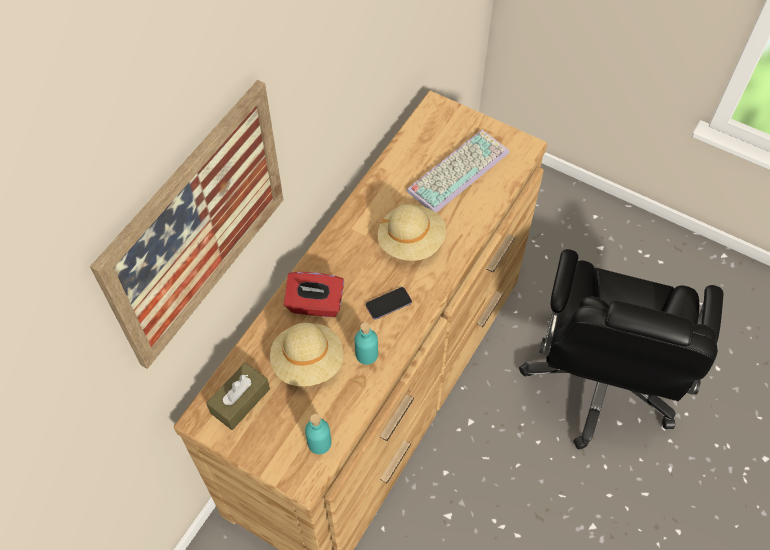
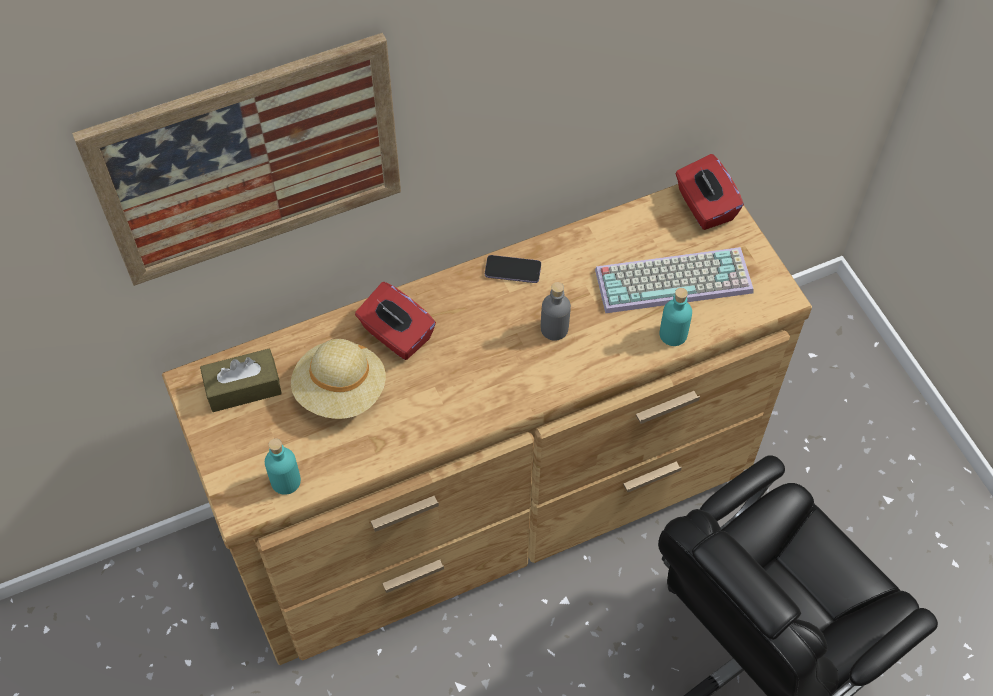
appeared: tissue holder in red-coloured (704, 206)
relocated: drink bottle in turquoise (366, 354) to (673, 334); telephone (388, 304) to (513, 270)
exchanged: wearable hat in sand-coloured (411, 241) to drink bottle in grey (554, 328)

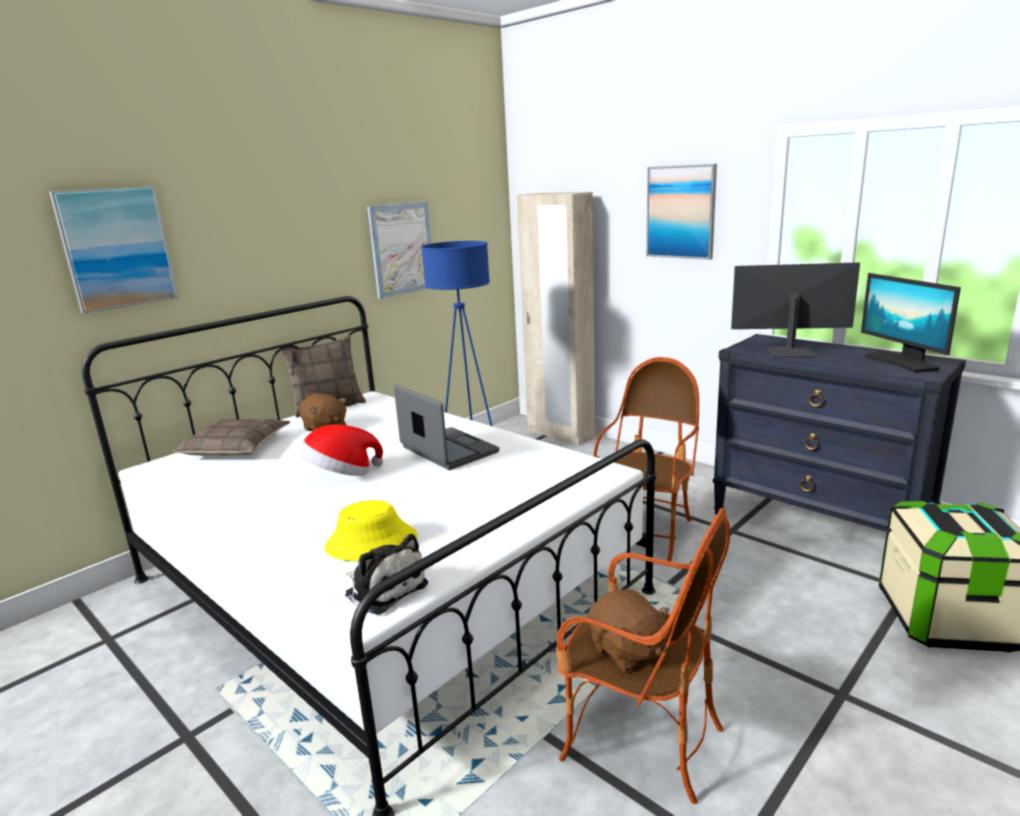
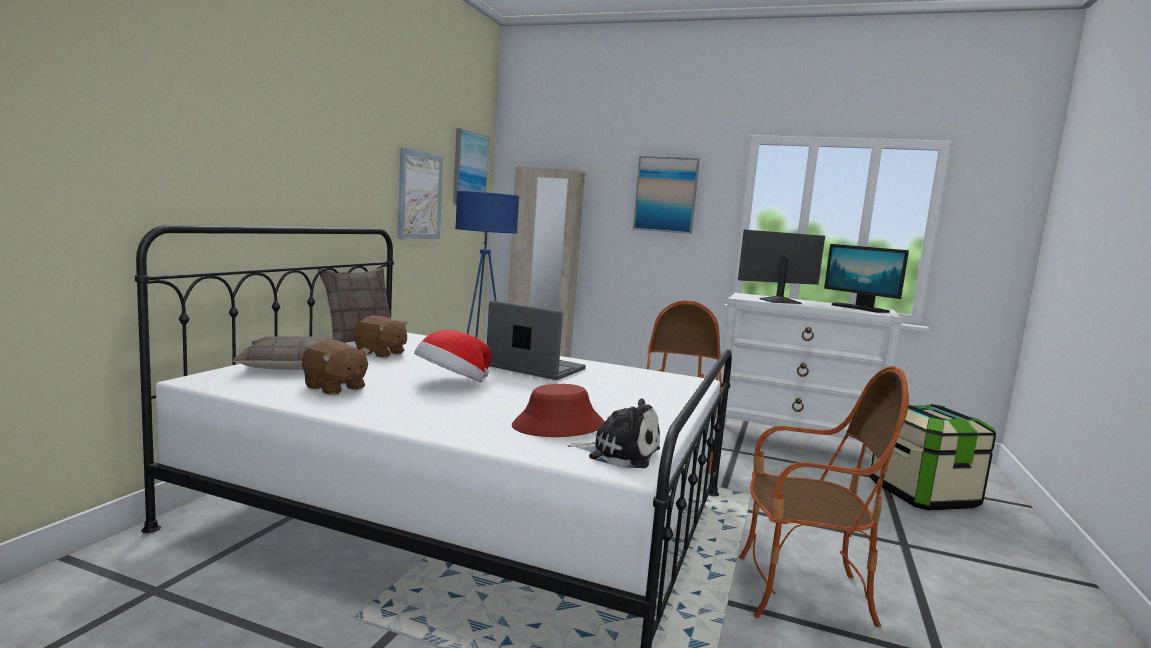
relocated: wall picture (116, 248) to (469, 169); soft toy in brown-coloured (627, 650) to (334, 388)
colour: wearable hat in yellowish (371, 543) to wearable hat in red-coloured (558, 426); chest of drawers in blackish (818, 526) to chest of drawers in white (792, 445)

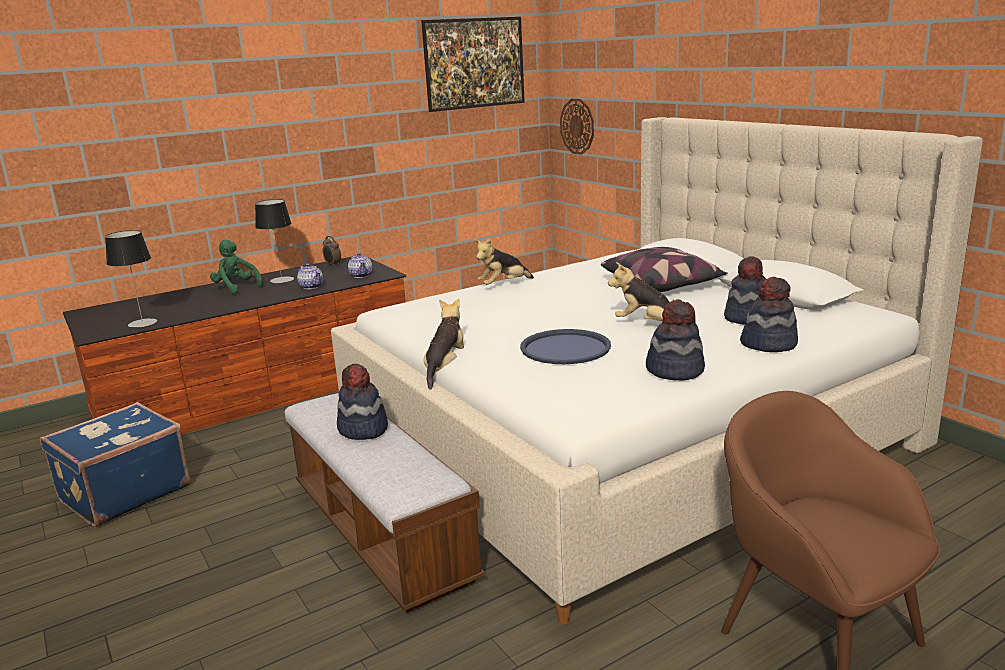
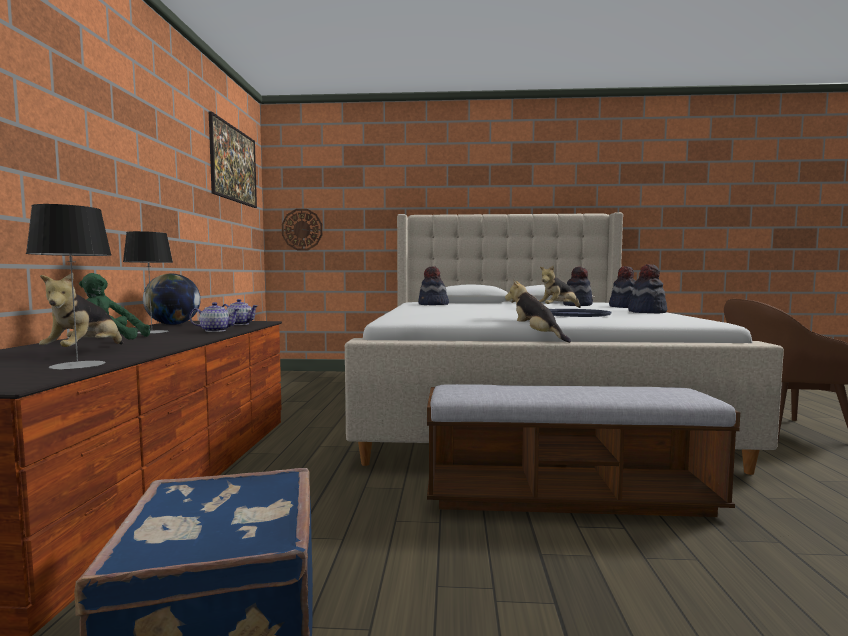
missing: cushion (662, 285)
relocated: wearable hat (363, 429) to (433, 304); soft toy (503, 285) to (85, 352)
exchanged: alarm clock (333, 265) to world globe (173, 324)

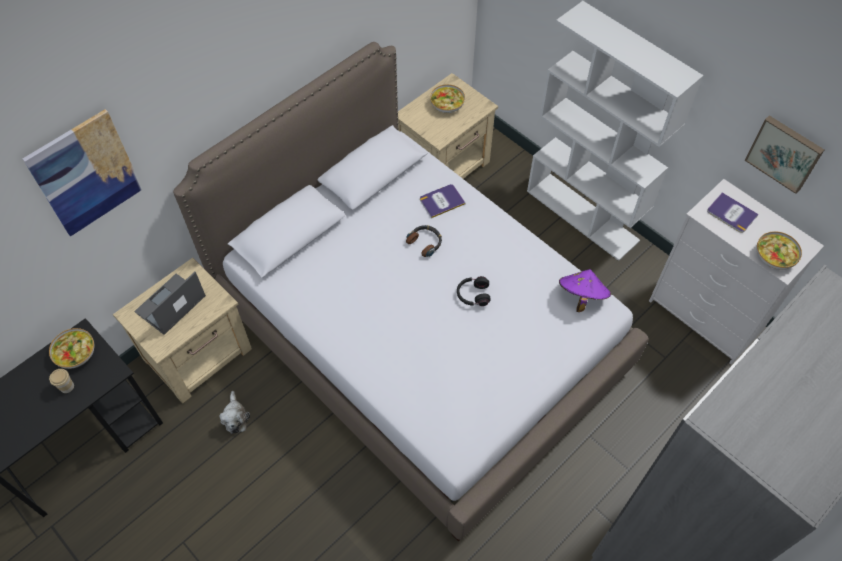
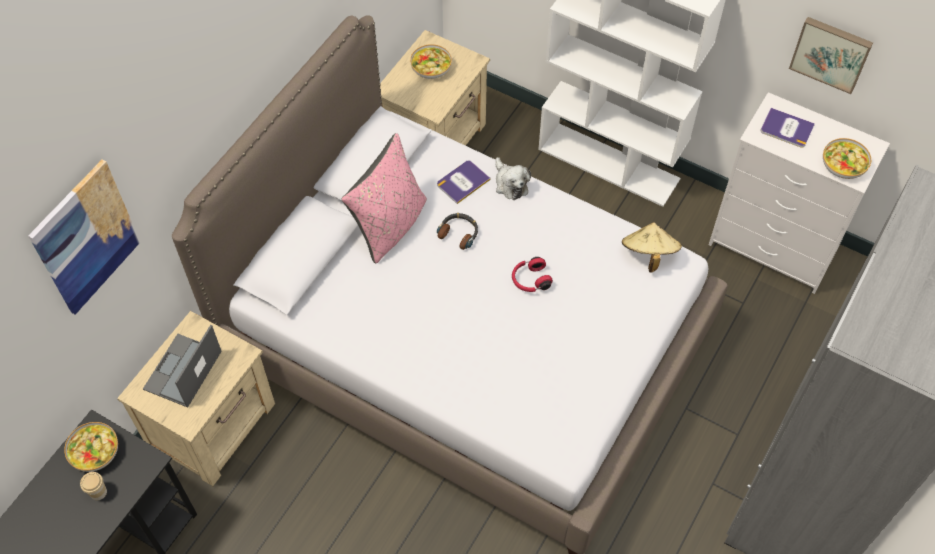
appeared: cushion in pink (390, 226)
relocated: soft toy (235, 417) to (510, 184)
colour: headphones in blackish (472, 295) to headphones in red-coloured (530, 280); wearable hat in purple (581, 296) to wearable hat in sand-coloured (648, 255)

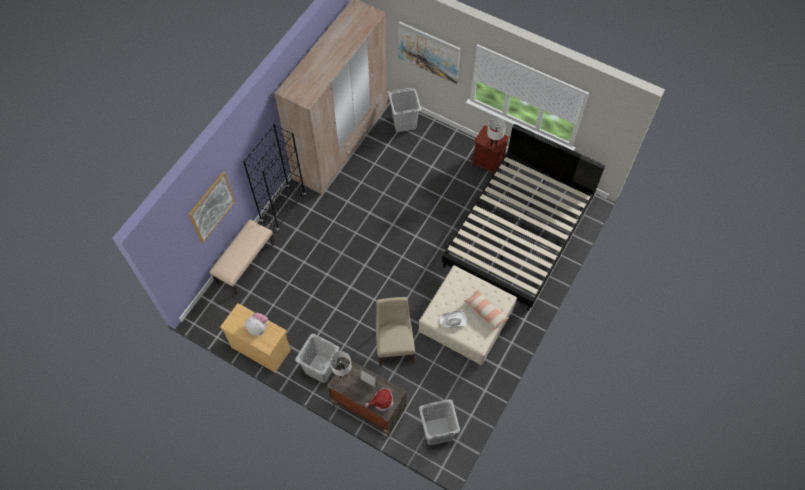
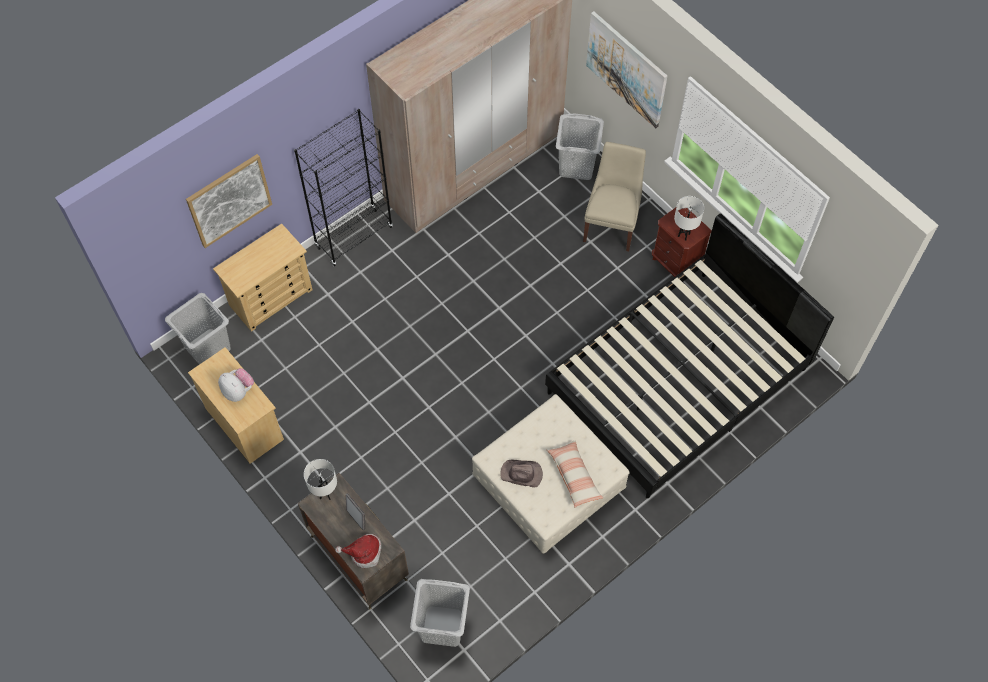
relocated: laundry basket in grey (321, 368) to (208, 348); chair in sand-coloured (394, 345) to (612, 223)
exchanged: indoor bench in sand-coloured (245, 263) to chest of drawers in sand-coloured (271, 297)
colour: wearable hat in white (453, 321) to wearable hat in brown-coloured (522, 474)

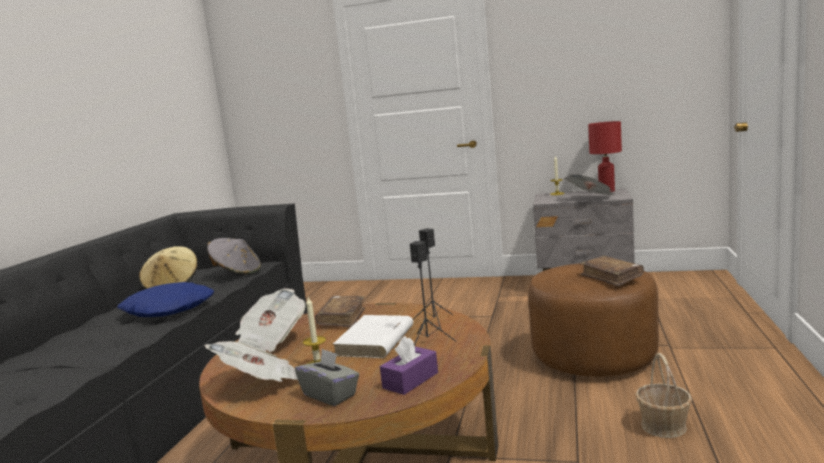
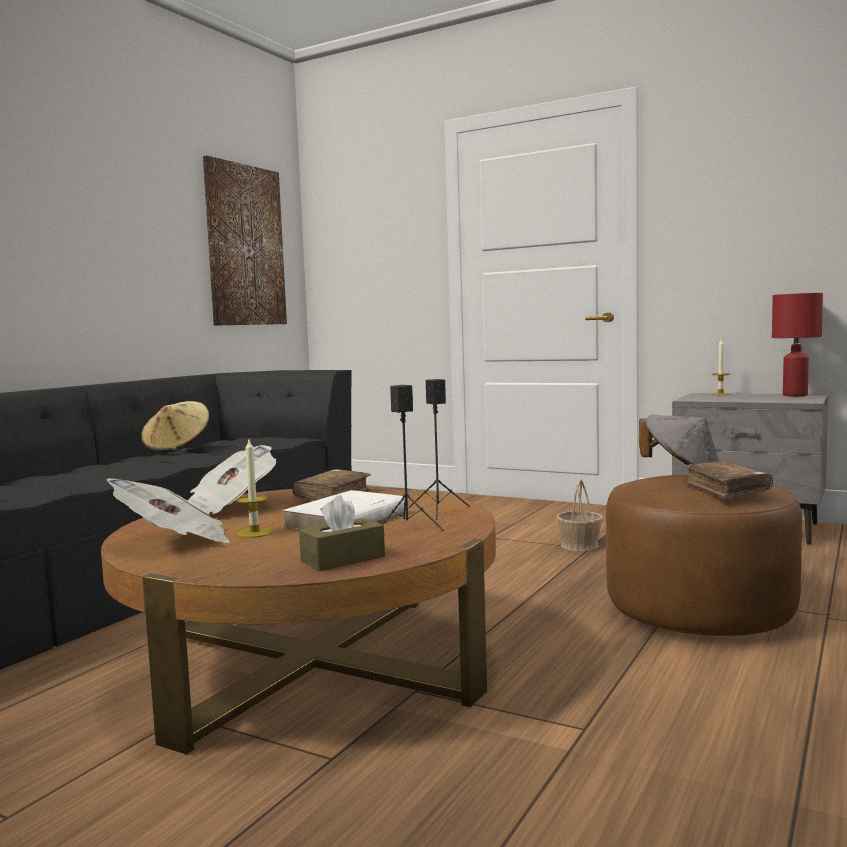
missing: cushion in blue (168, 309); tissue holder in grey (330, 395); daily paper (591, 198)
appeared: wall picture (245, 245)
relocated: wearable hat in grey (237, 273) to (682, 472); storage basket (663, 426) to (579, 546)
colour: tissue holder in purple (410, 380) to tissue holder in brown-coloured (343, 559)

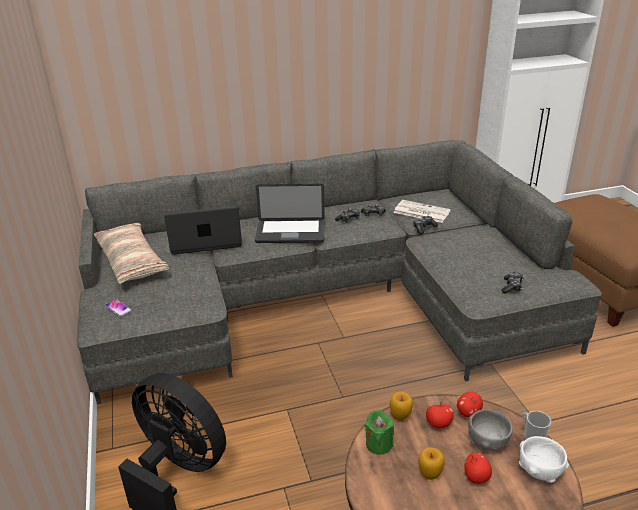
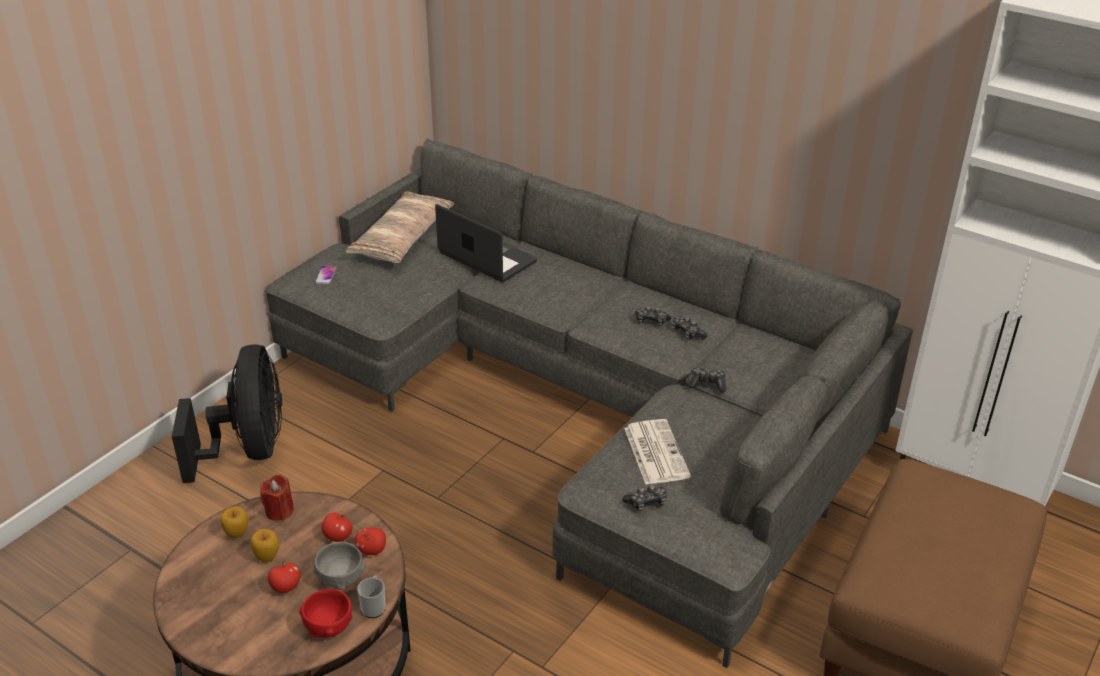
missing: laptop (290, 233)
relocated: apple (400, 416) to (237, 534); daily paper (421, 212) to (655, 452)
colour: wax light in green (378, 444) to wax light in red-coloured (279, 511); deep dish in white (539, 470) to deep dish in red-coloured (328, 626)

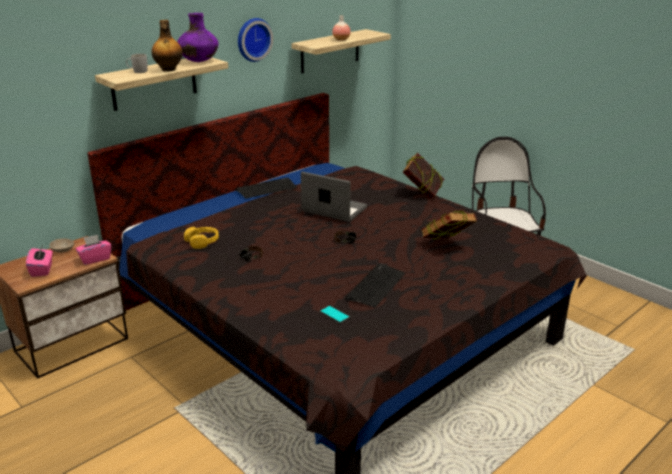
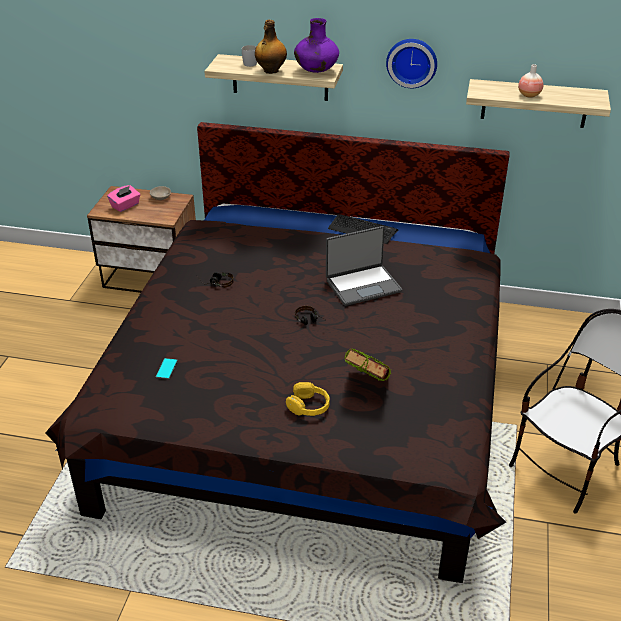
missing: tissue holder in pink (95, 259); PC keyboard (375, 286); volume (422, 193)
relocated: headphones in yellowish (202, 242) to (309, 406)
spun: laptop (334, 210) = (362, 285) 75 degrees clockwise

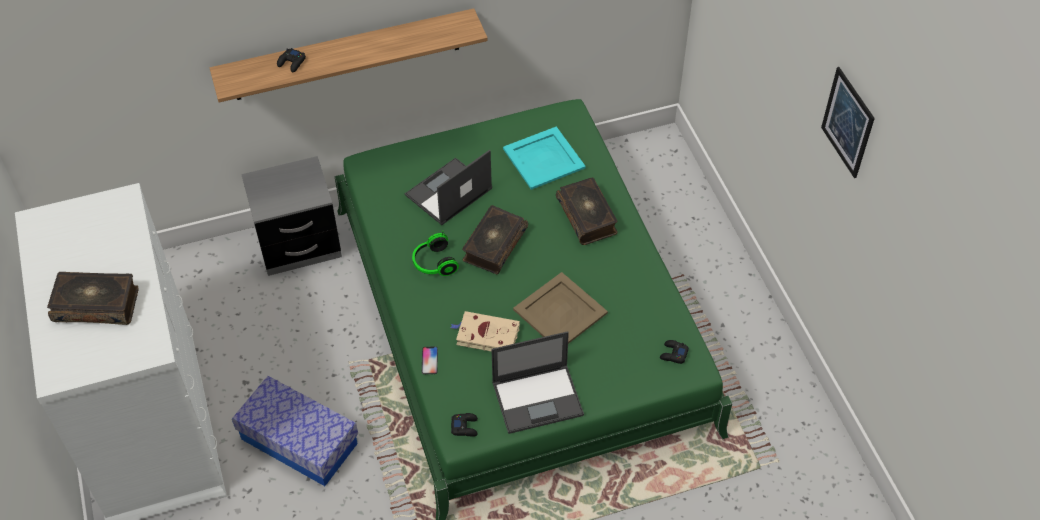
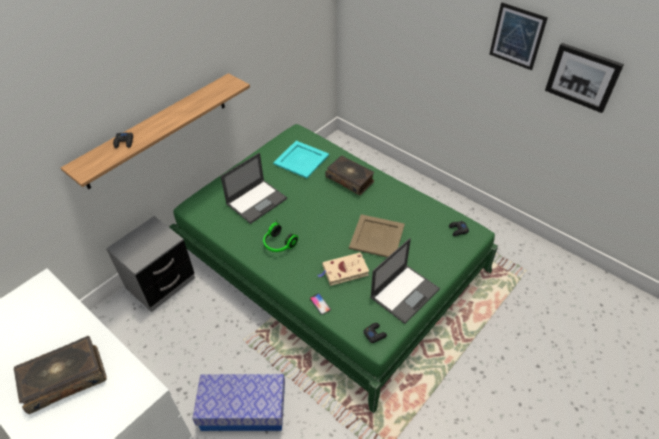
missing: volume (494, 245)
appeared: wall picture (583, 77)
spun: laptop (448, 192) = (257, 201) 150 degrees counterclockwise

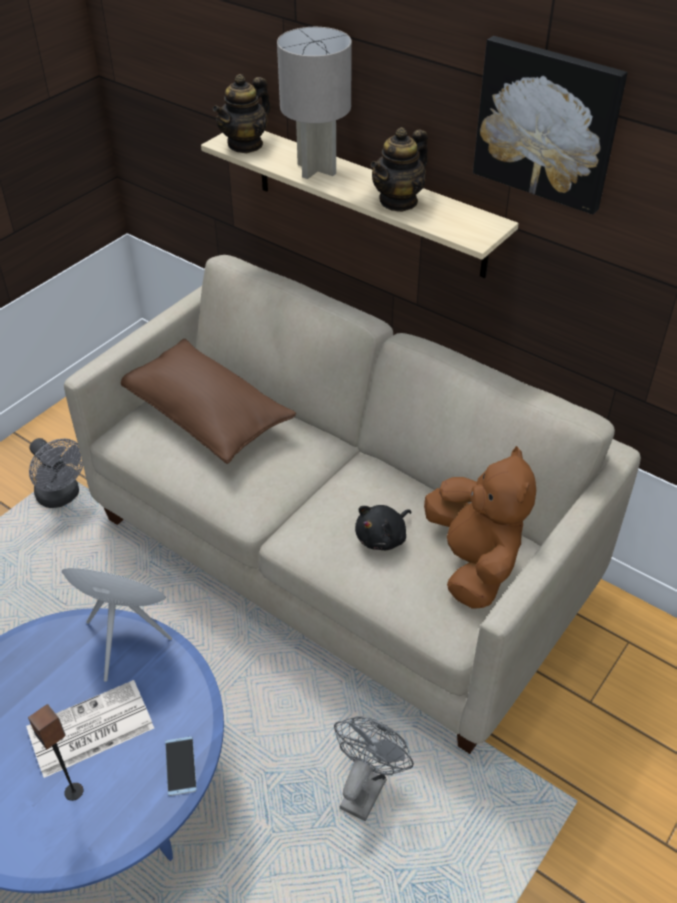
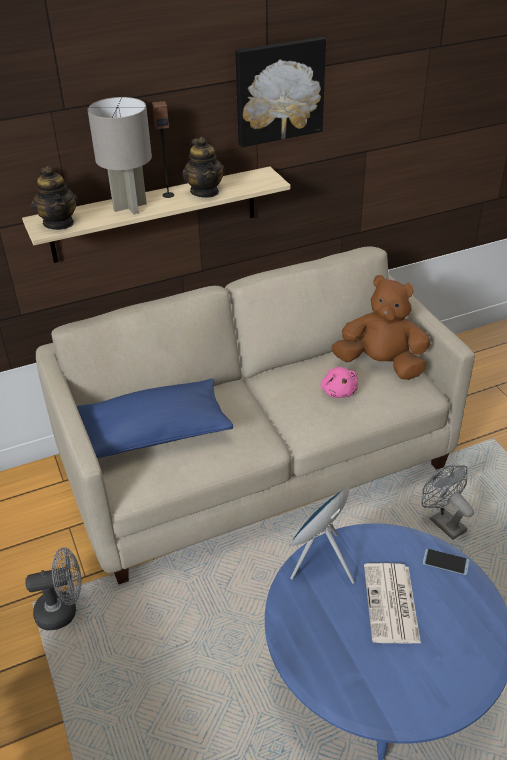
relocated: audio speaker (74, 791) to (168, 195)
colour: cushion in brown-coloured (206, 416) to cushion in blue (155, 433); soft toy in blackish (383, 537) to soft toy in pink (338, 391)

